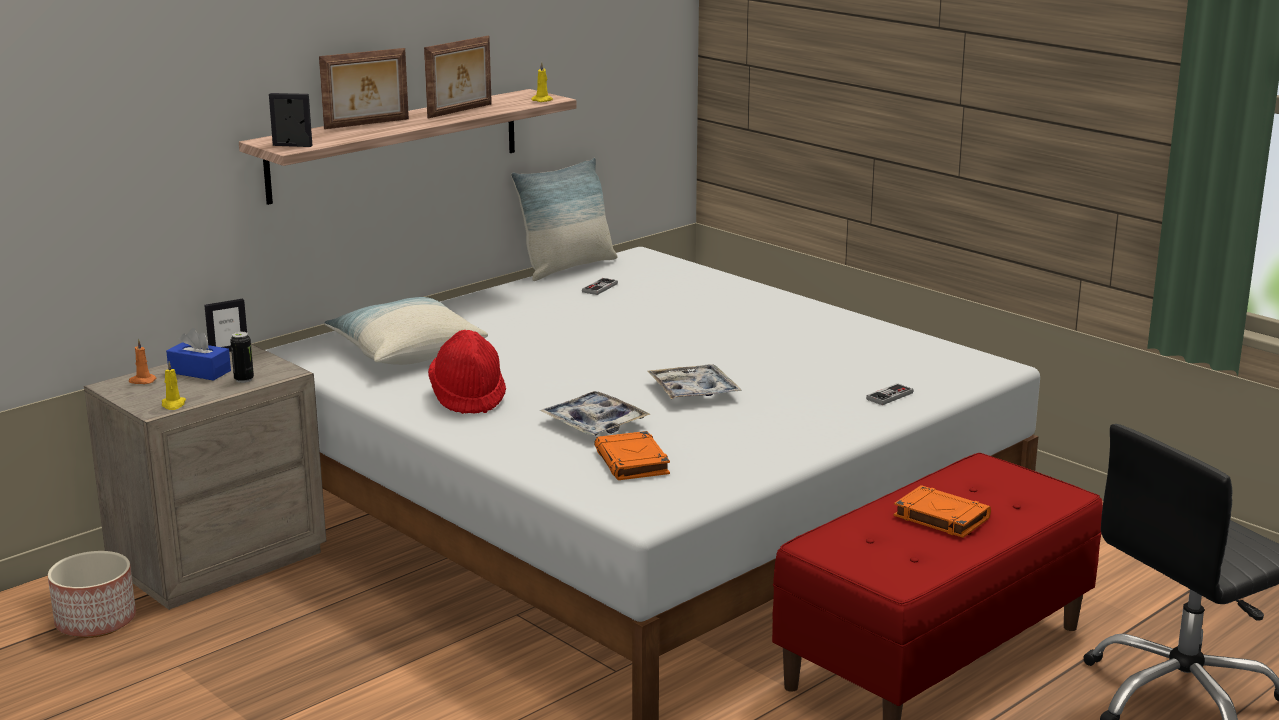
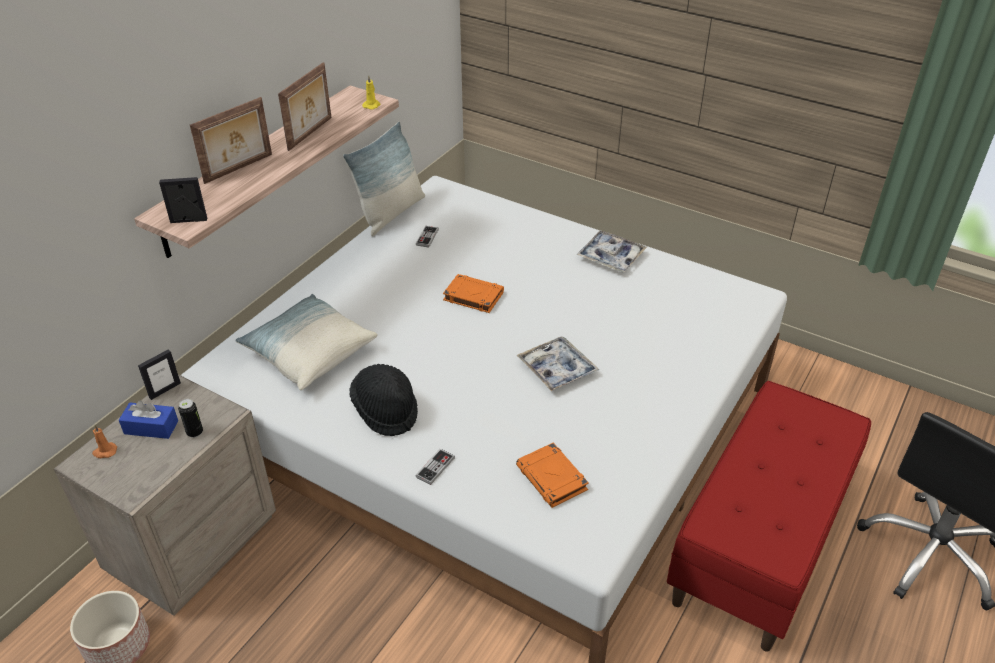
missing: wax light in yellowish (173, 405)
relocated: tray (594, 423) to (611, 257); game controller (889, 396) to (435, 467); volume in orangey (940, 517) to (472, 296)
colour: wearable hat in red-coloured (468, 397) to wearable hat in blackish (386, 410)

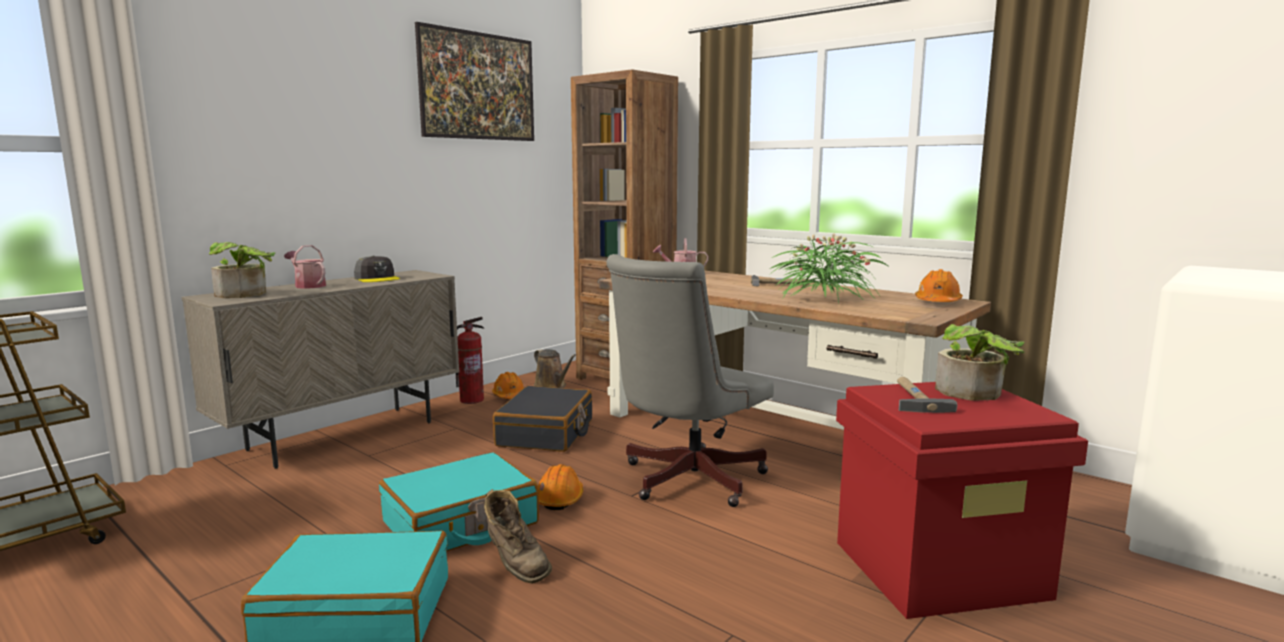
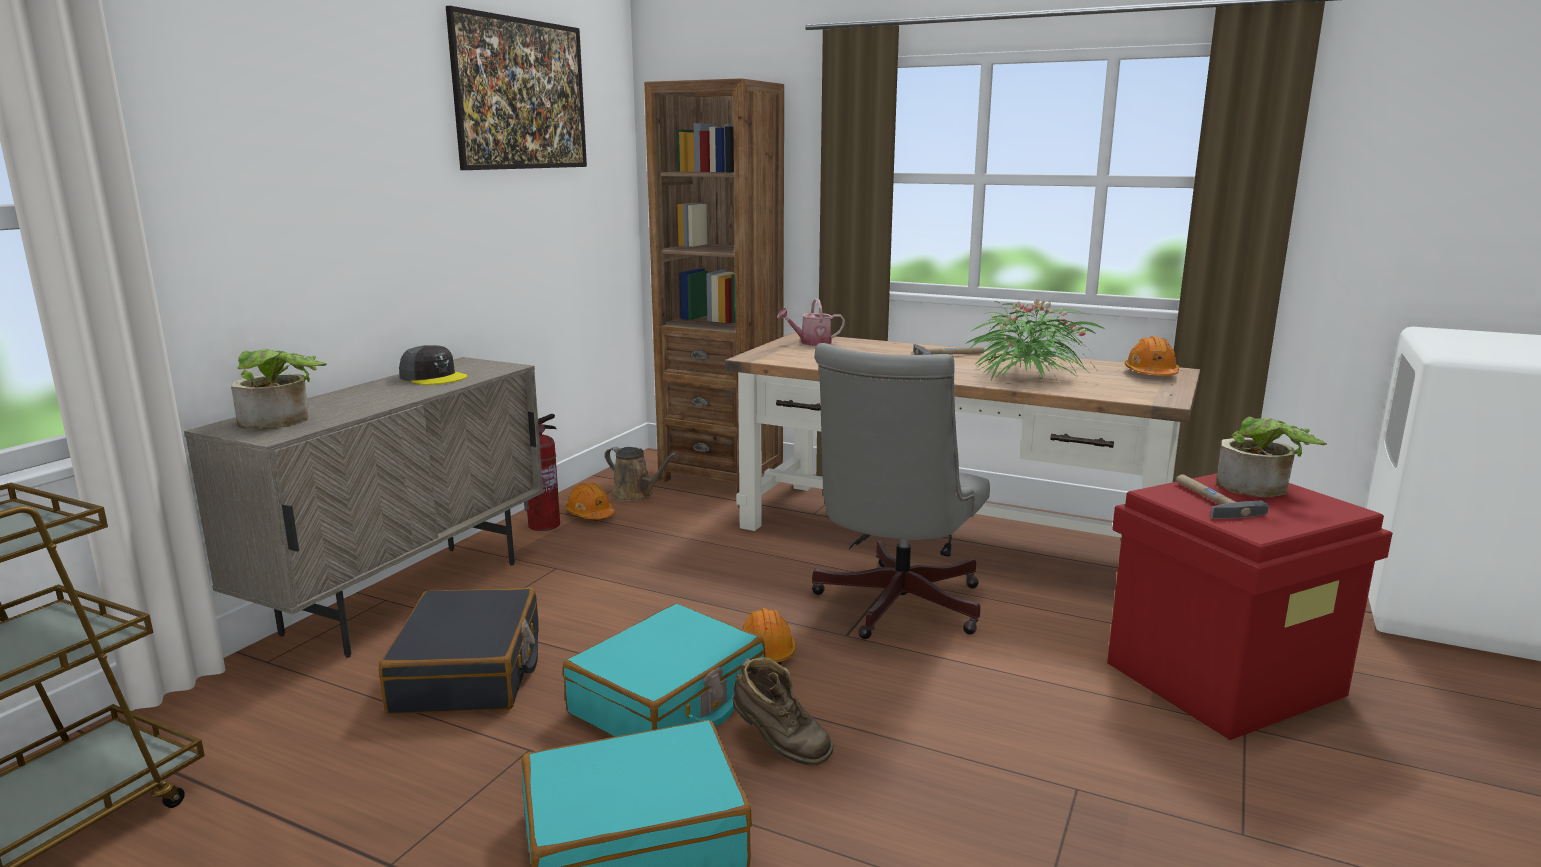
missing: watering pot (308, 285)
relocated: piece of luggage in blackish (546, 433) to (469, 672)

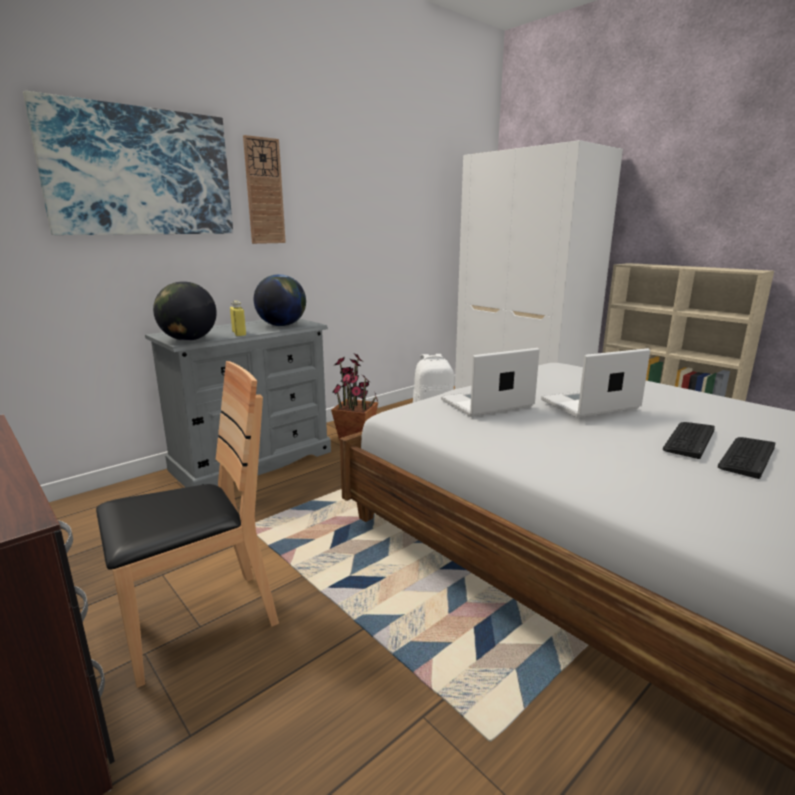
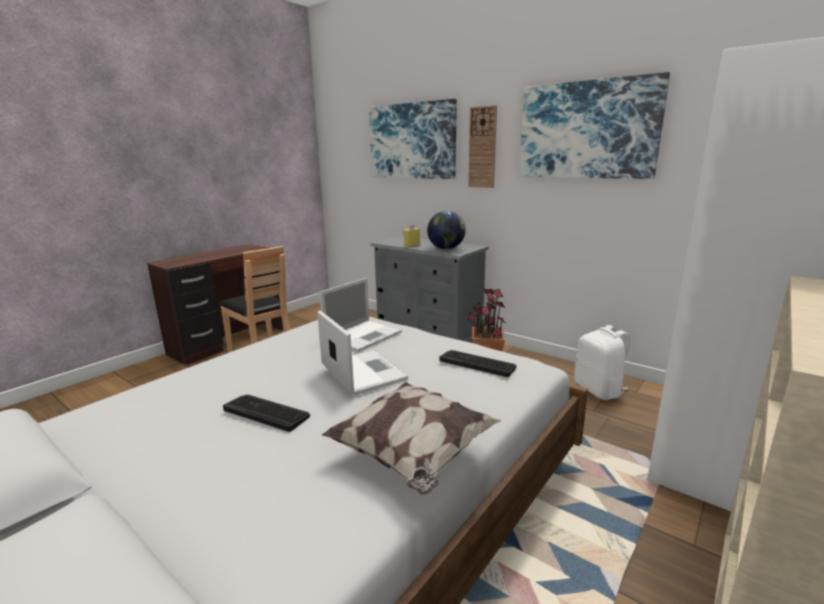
missing: world globe (189, 340)
appeared: cushion (413, 456); wall picture (587, 130)
relocated: PC keyboard (746, 457) to (477, 363)
spun: laptop (485, 403) = (363, 335) 75 degrees clockwise

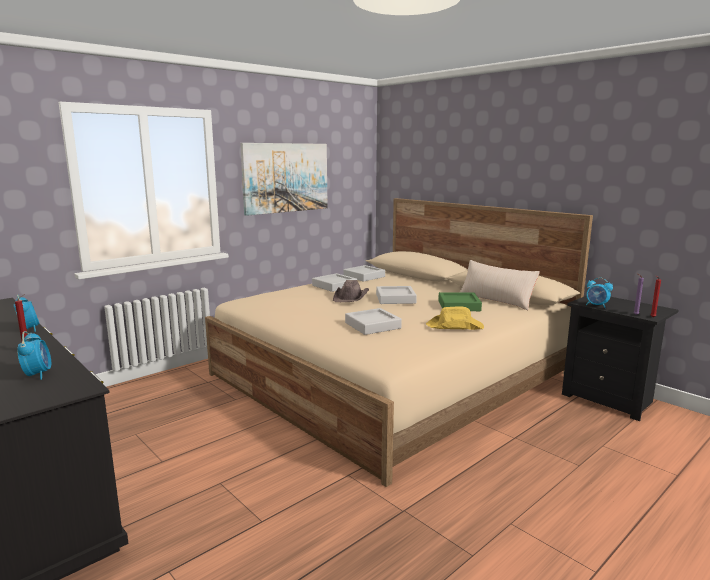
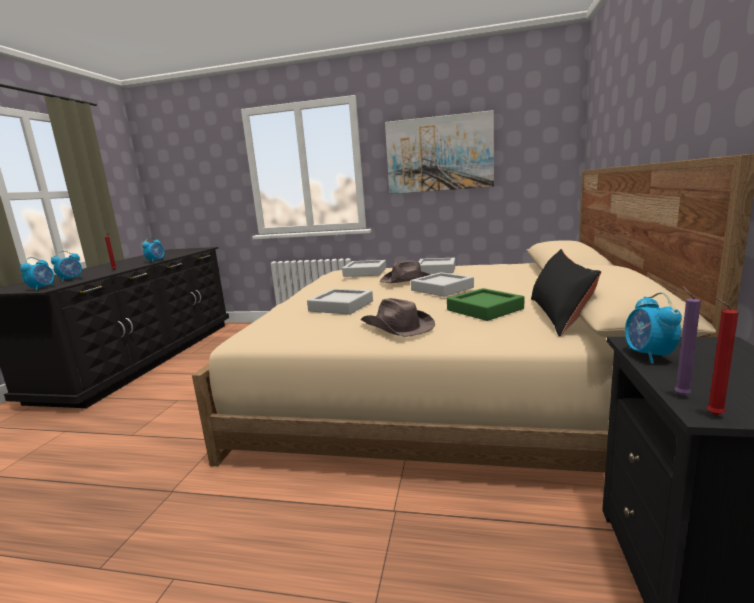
appeared: alarm clock (42, 288)
relocated: tray in grey (364, 276) to (365, 272)
colour: wearable hat in yellowish (455, 326) to wearable hat in brown-coloured (397, 327); cushion in sand-coloured (496, 300) to cushion in blackish (559, 315)

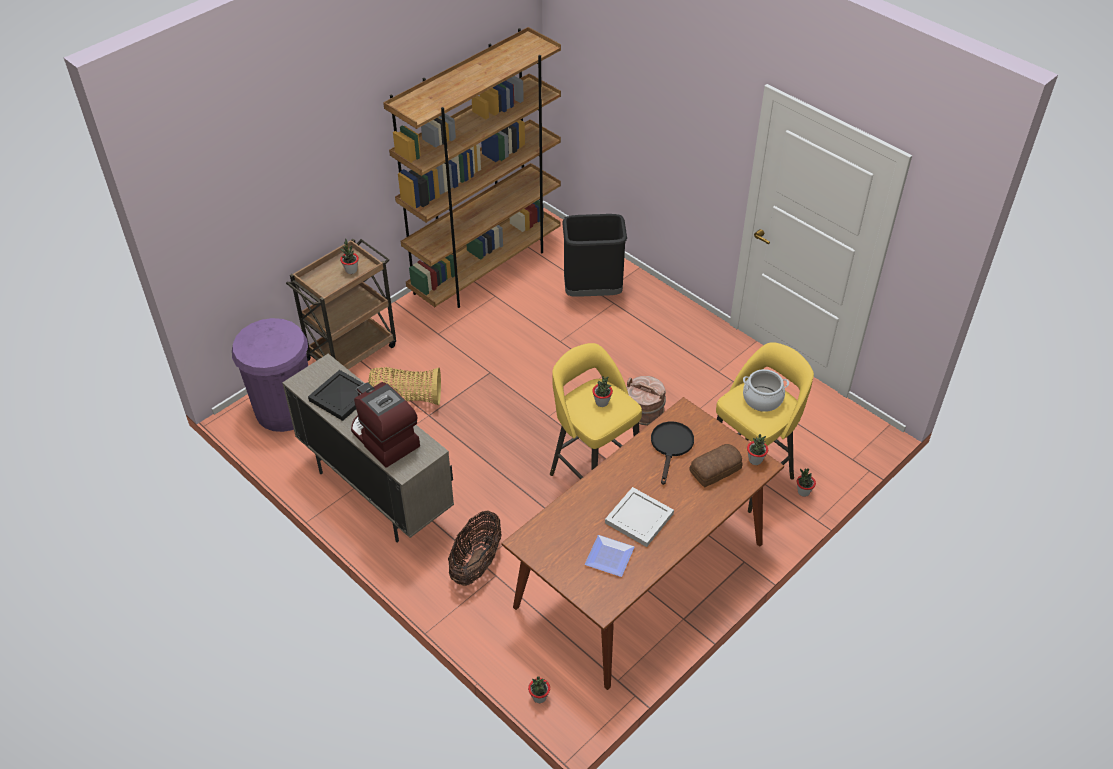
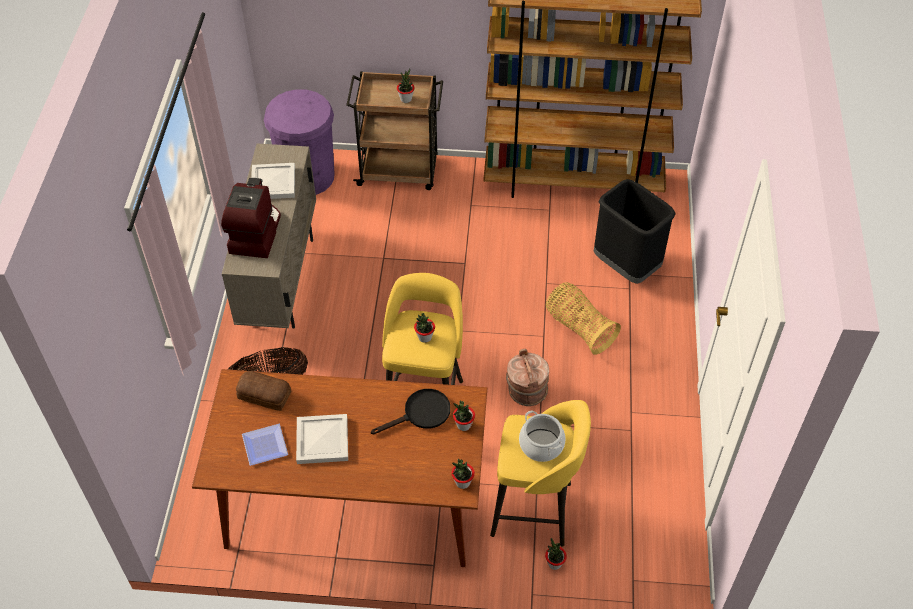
relocated: storage basket (405, 398) to (579, 328); houseplant (539, 697) to (463, 425); bread (716, 470) to (265, 396)
colour: tray in blackish (342, 397) to tray in white (274, 183)

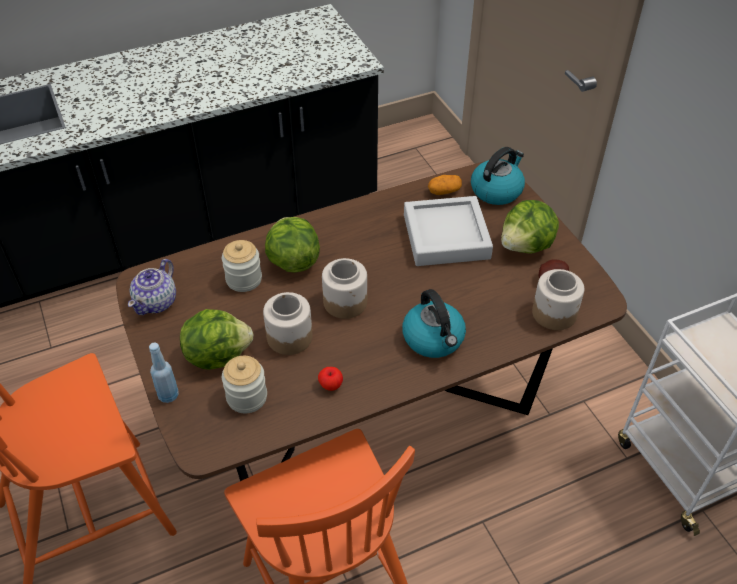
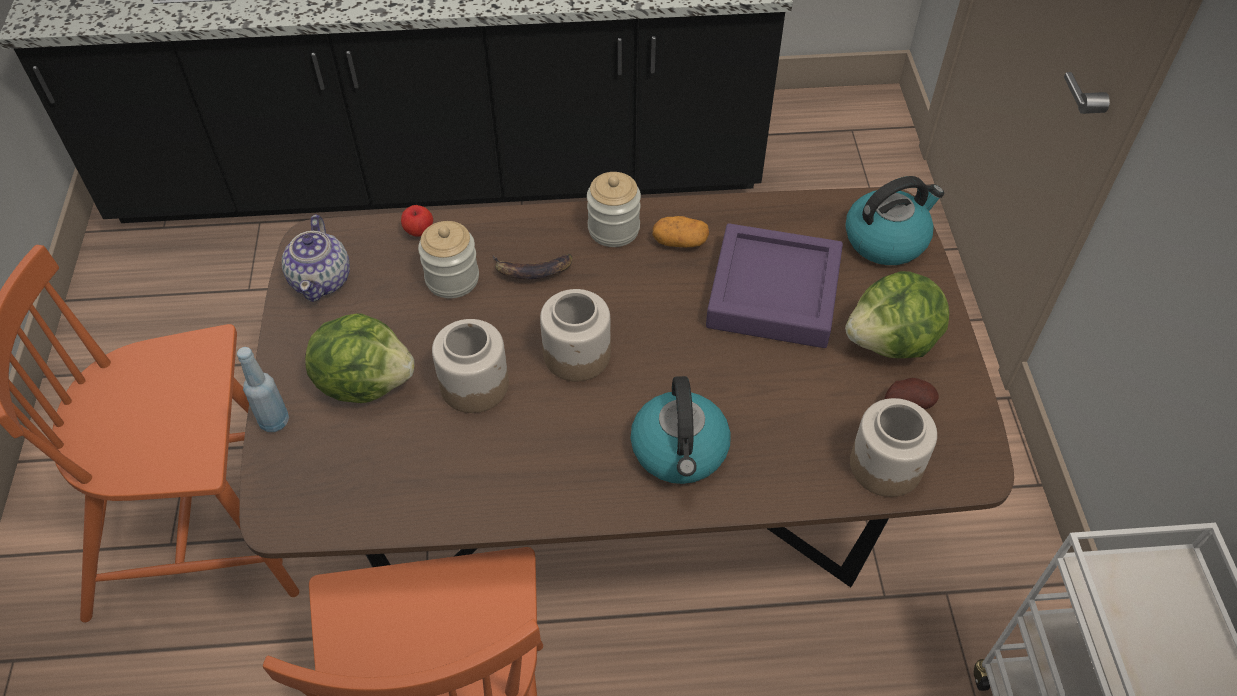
relocated: storage jar (247, 397) to (613, 229); apple (331, 385) to (419, 231); spud (444, 191) to (680, 242)
exchanged: lettuce head (293, 261) to whole banana (532, 270)
colour: tray in grey (446, 237) to tray in purple (773, 293)
spun: teapot (157, 302) = (322, 280) 45 degrees counterclockwise

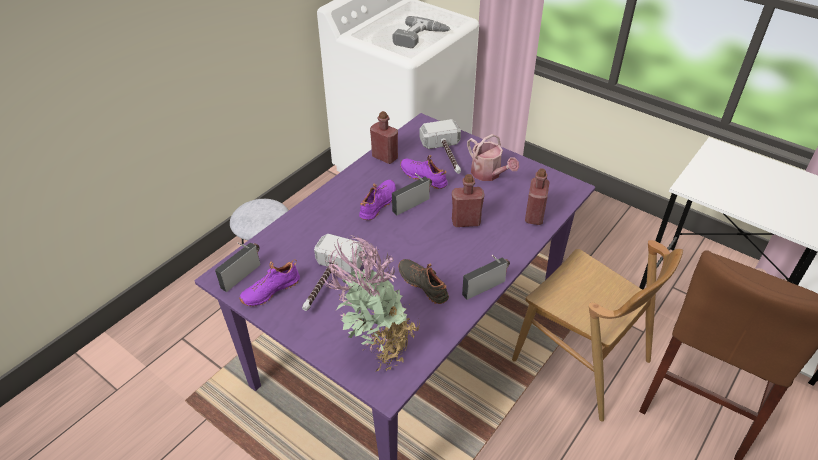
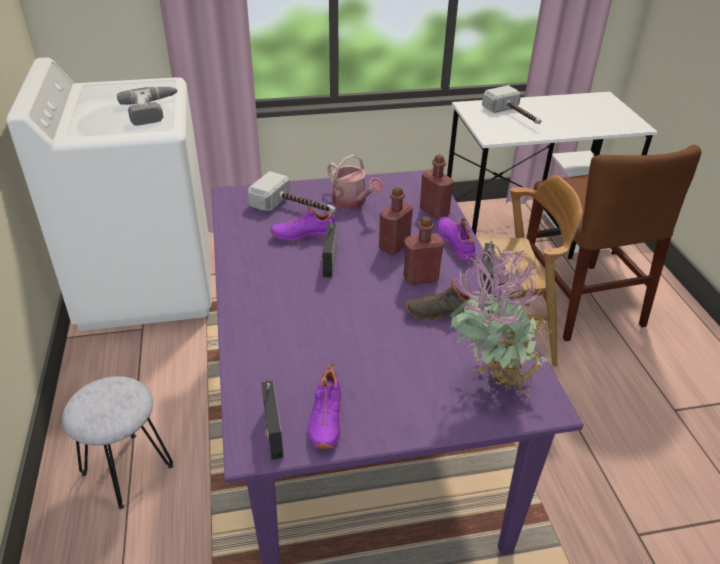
relocated: tool hammer (327, 282) to (515, 116); item of footwear in purple (379, 204) to (456, 244); drink bottle in red-coloured (385, 157) to (420, 278)
spun: watering pot (489, 174) = (352, 202) 45 degrees clockwise

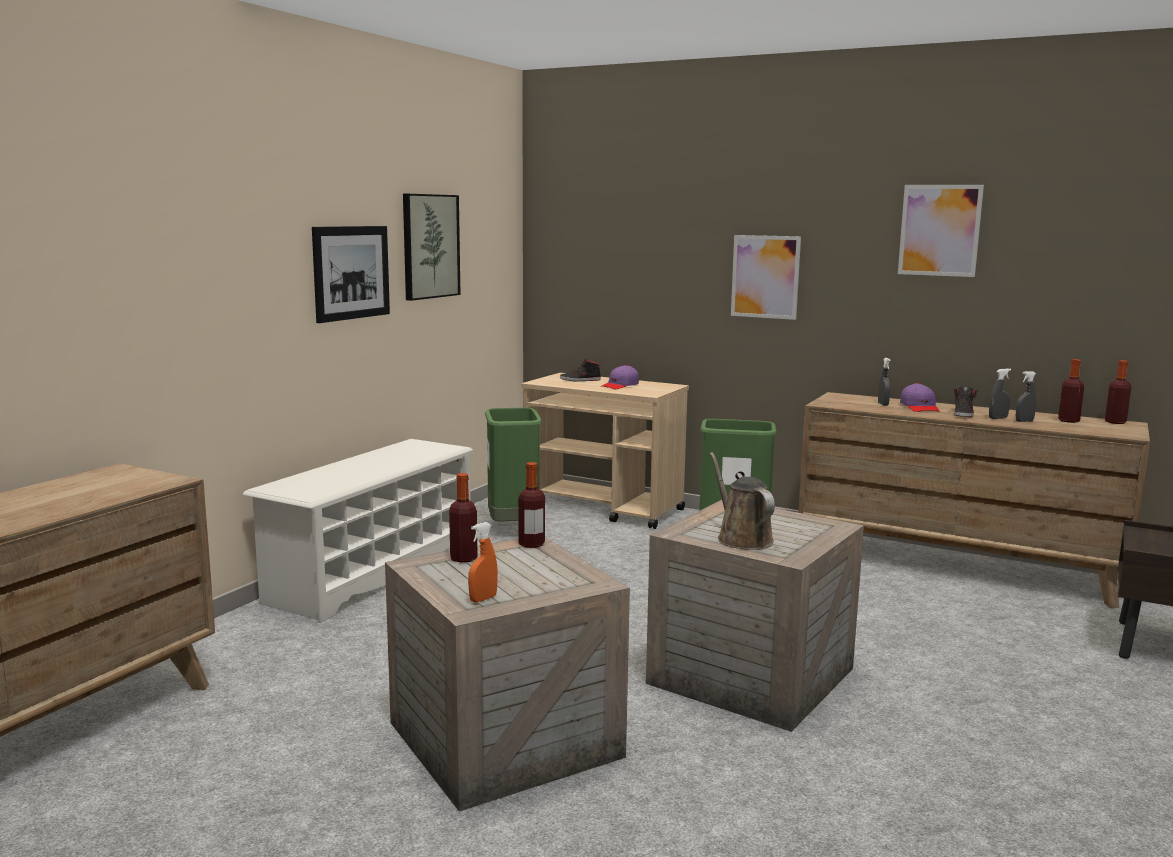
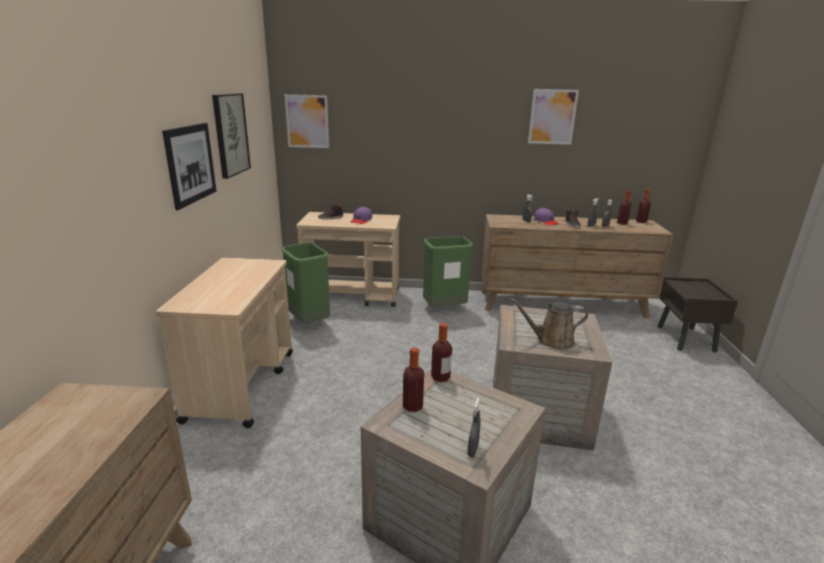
relocated: wall picture (765, 276) to (307, 121)
exchanged: shoe shelf in white (372, 573) to cart in sand-coloured (242, 384)
colour: sprayer in orangey (483, 599) to sprayer in grey (473, 450)
spun: watering pot in brown-coloured (741, 538) = (551, 341) 45 degrees counterclockwise

